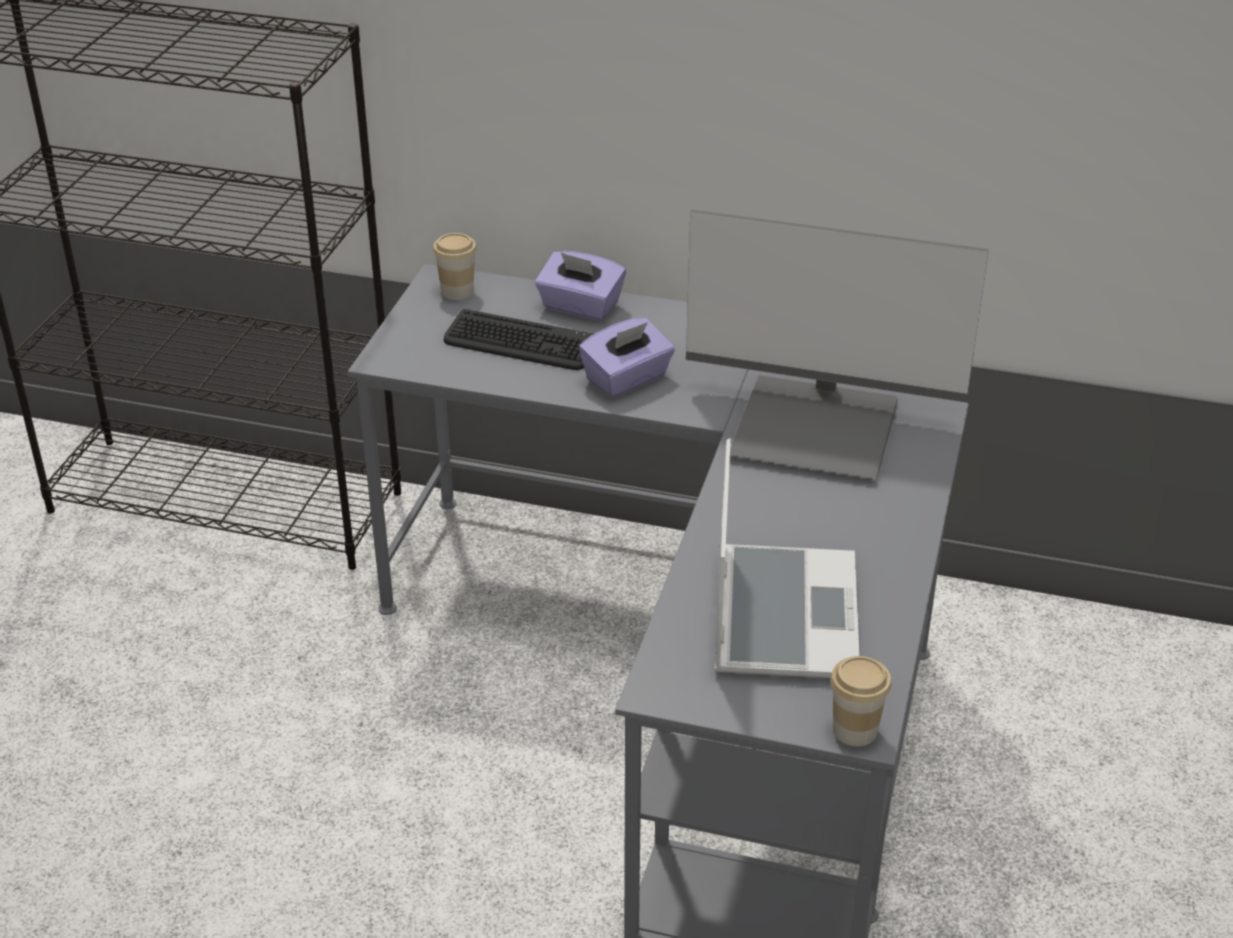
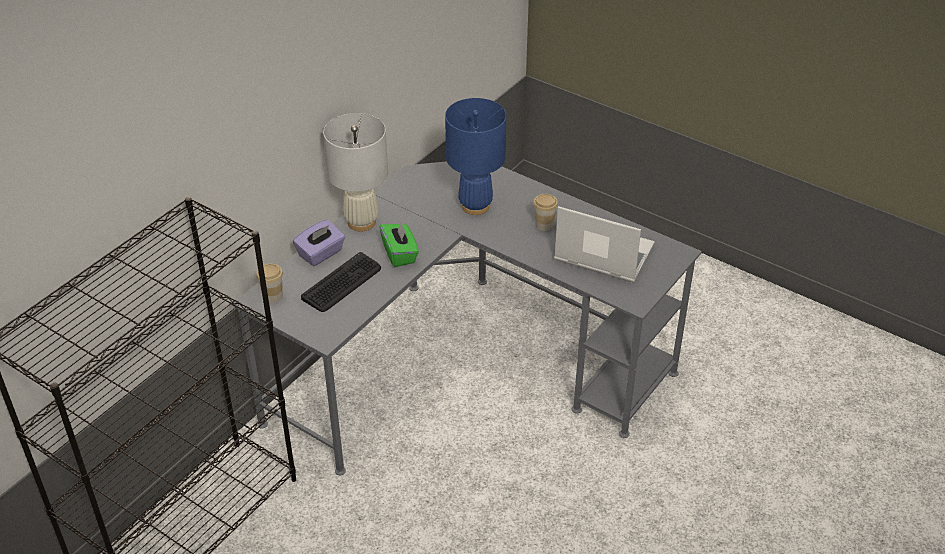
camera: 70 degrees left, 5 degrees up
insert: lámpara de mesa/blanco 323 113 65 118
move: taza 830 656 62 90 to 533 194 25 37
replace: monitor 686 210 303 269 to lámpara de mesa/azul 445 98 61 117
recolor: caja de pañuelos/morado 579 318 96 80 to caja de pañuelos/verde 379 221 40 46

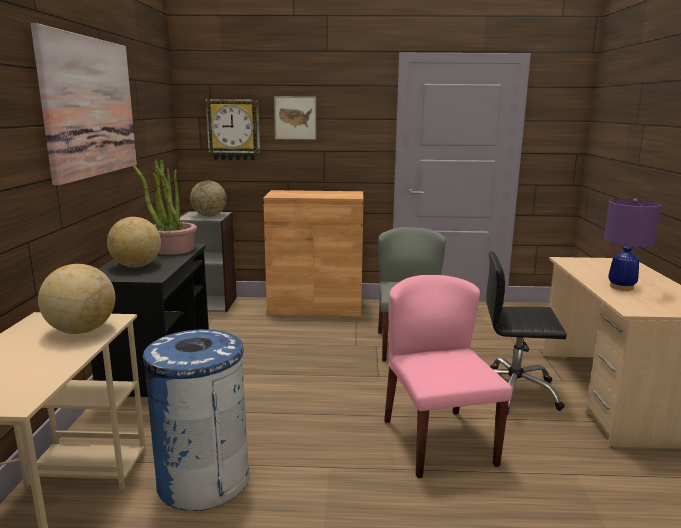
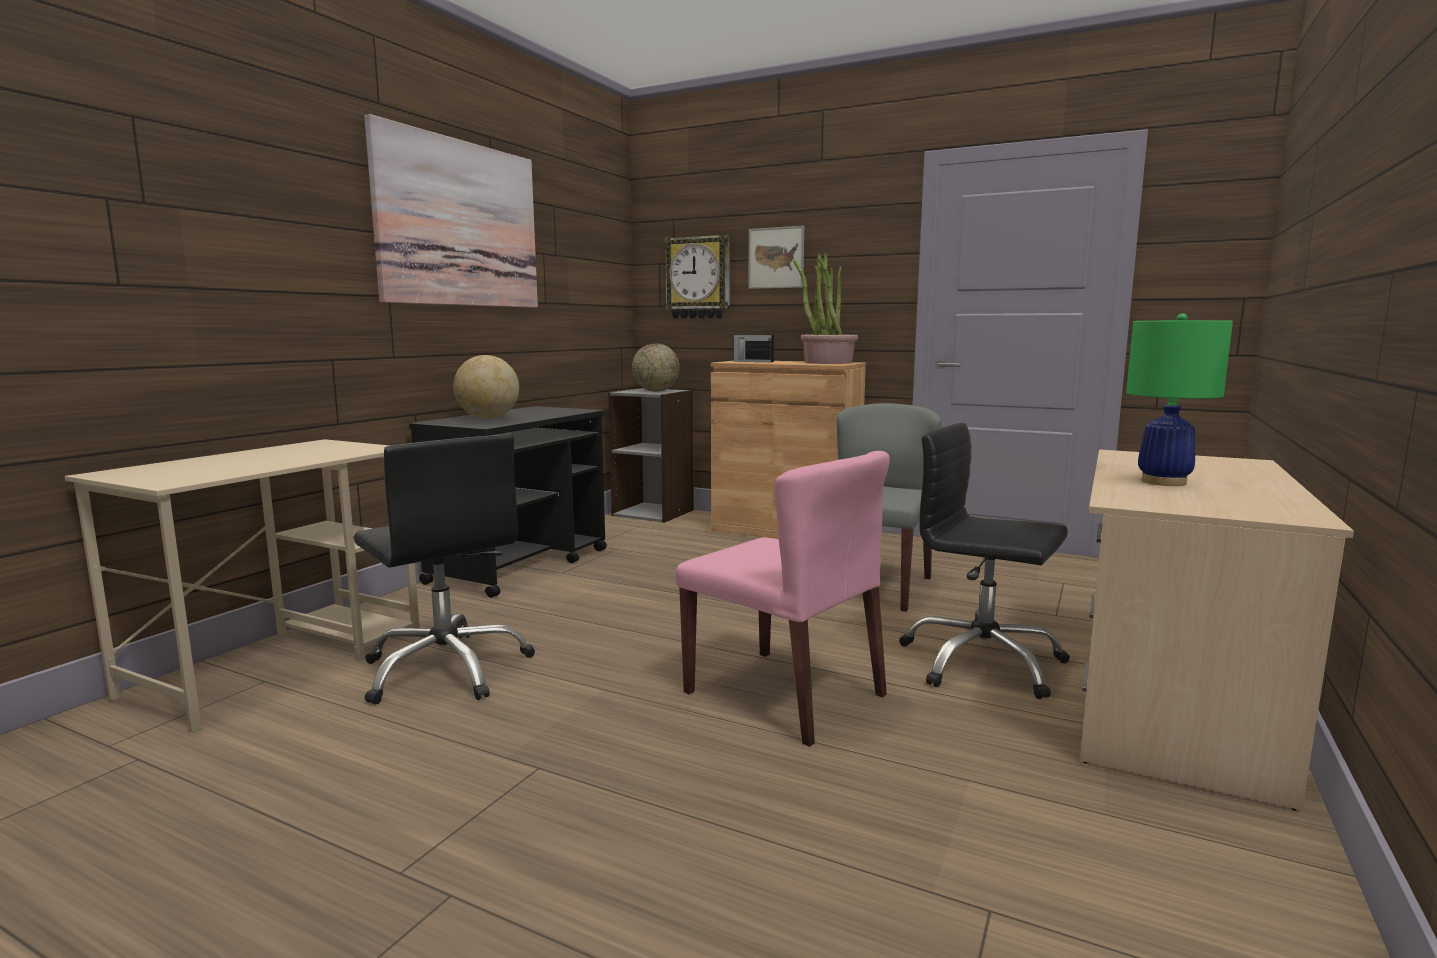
camera: 25 degrees right, 5 degrees down
delete: globo terráqueo 38 264 77 70
insert: radio 733 328 41 34
move: planta en maceta 132 159 65 96 to 793 253 65 111
replace: papelera/azul 143 329 107 182 to silla de oficina/negro 353 435 182 270
recolor: lámpara de mesa/morado 604 199 58 92 to lámpara de mesa/verde 1126 313 107 173
rotate: silla/rosa 384 275 128 203 = 676 451 214 296 120 degrees clockwise

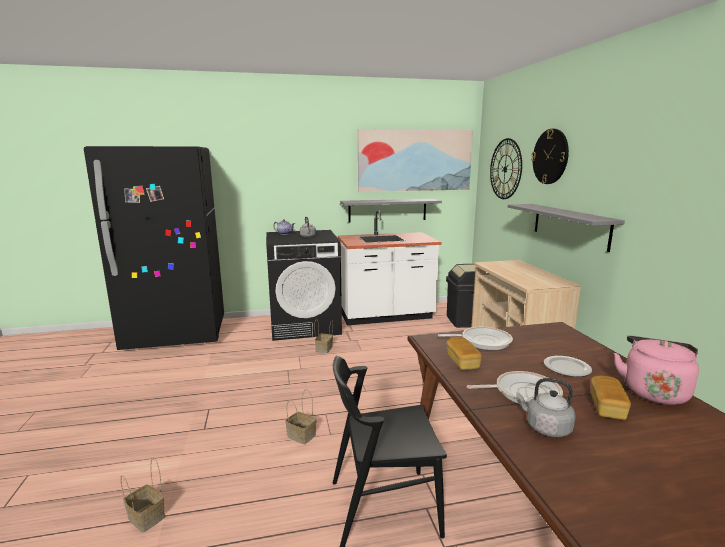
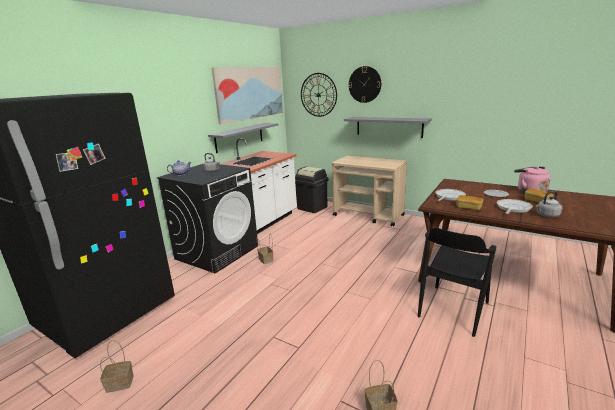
camera: 45 degrees left, 5 degrees up
move: cesta 286 389 30 55 to 100 340 34 53

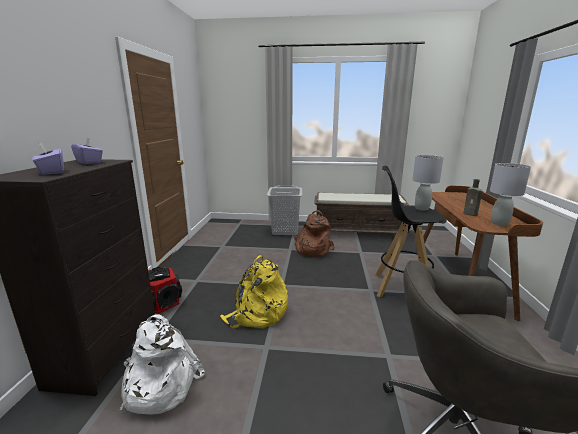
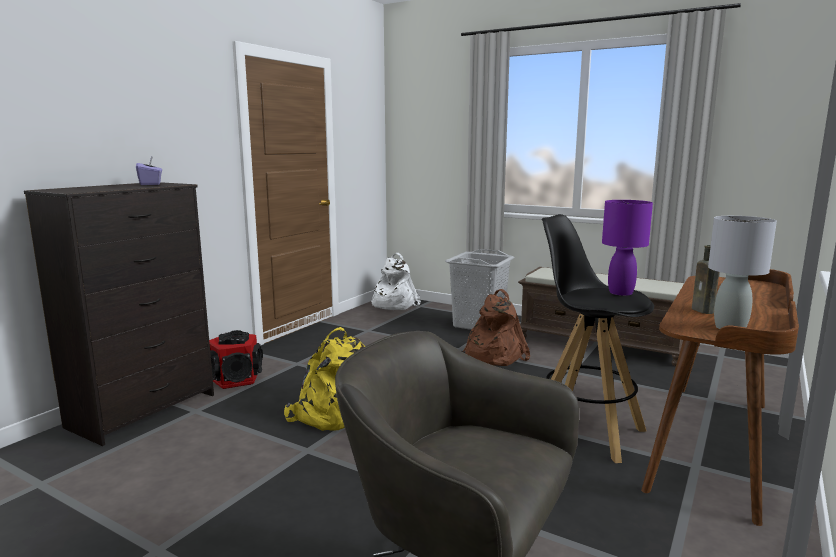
camera: 25 degrees right, 5 degrees down
delete: caja de pañuelos/morado 32 143 32 32
move: mochila/blanco 120 315 85 100 to 371 253 50 57
recolor: lámpara de mesa/gris 412 155 32 56 to lámpara de mesa/morado 602 200 51 96

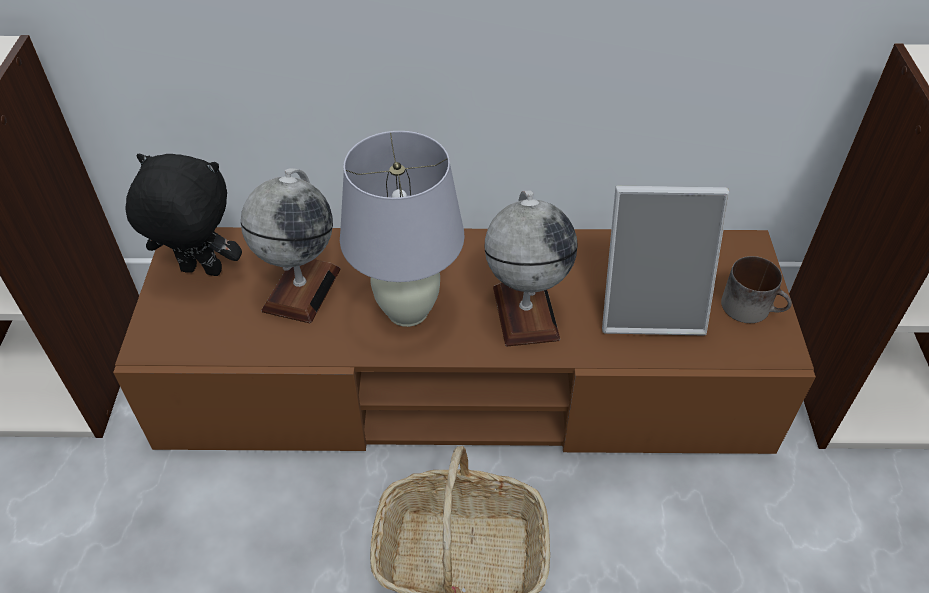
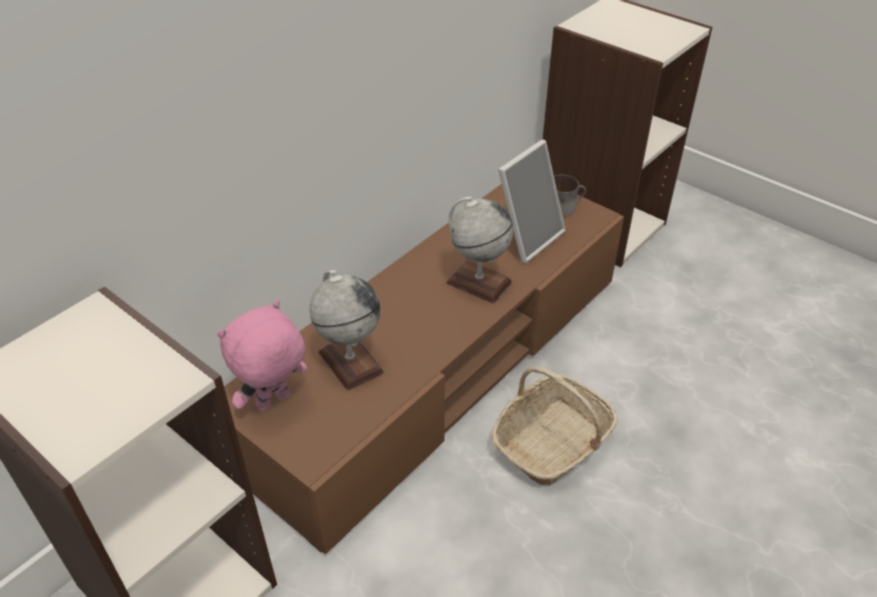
camera: 50 degrees left, 5 degrees down
delete: lámpara de mesa/blanco 340 131 125 196
recolor: peluche/negro 125 154 117 122 to peluche/rosa 217 300 90 112

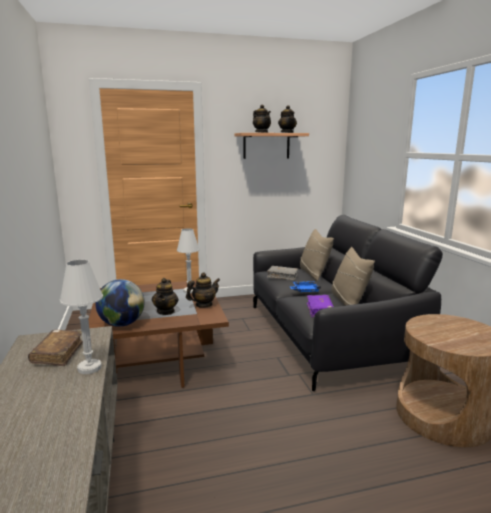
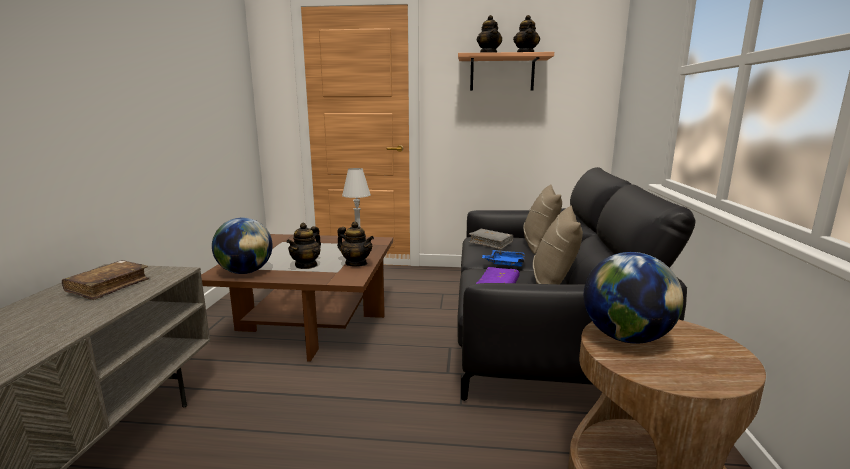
camera: 20 degrees right, 0 degrees up
delete: lámpara de mesa/blanco 60 260 43 114
insert: globo terráqueo 584 252 99 92
rotate: tetera 186 272 34 36 = 337 222 37 45 45 degrees clockwise

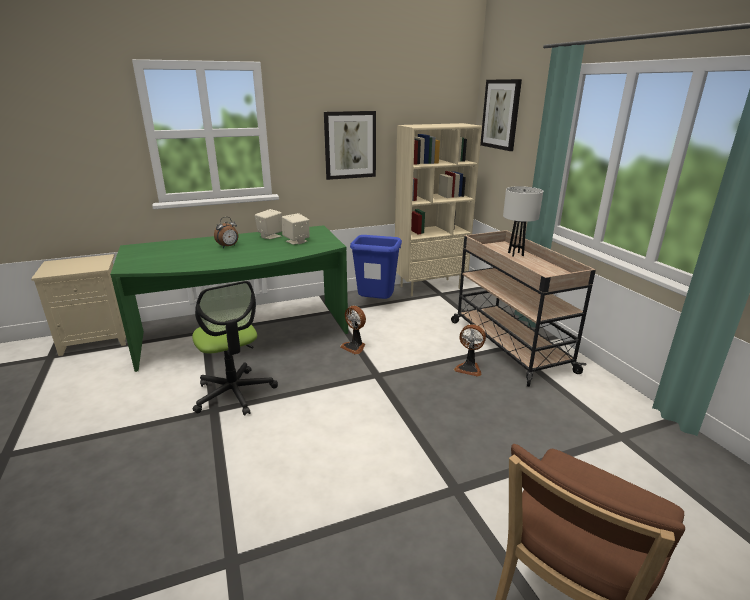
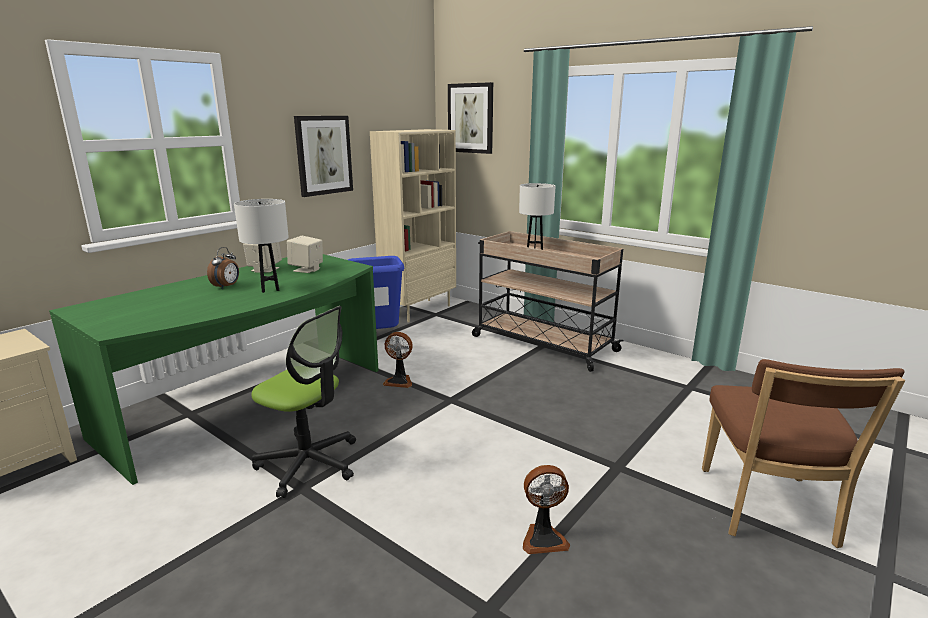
camera: 30 degrees left, 5 degrees down
insert: lámpara de mesa/blanco 234 199 55 94
move: ventilador 454 324 32 53 to 523 465 47 89

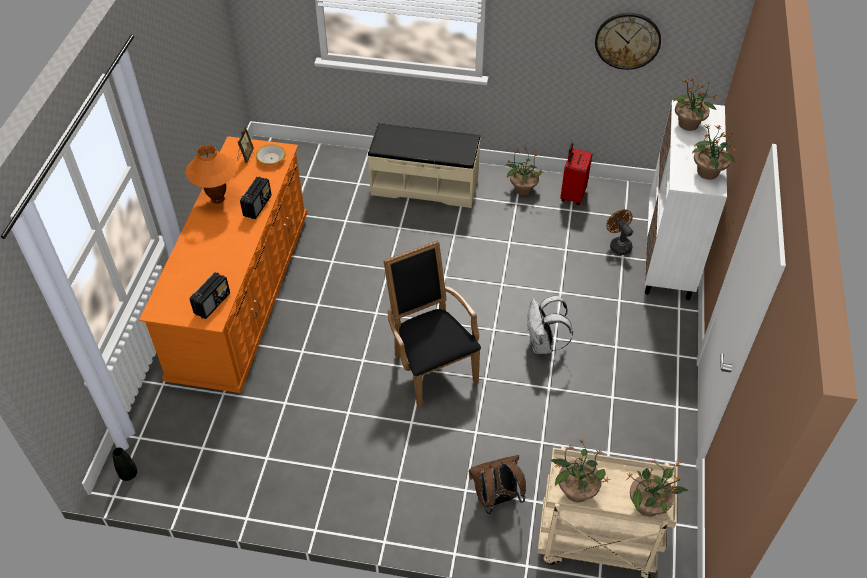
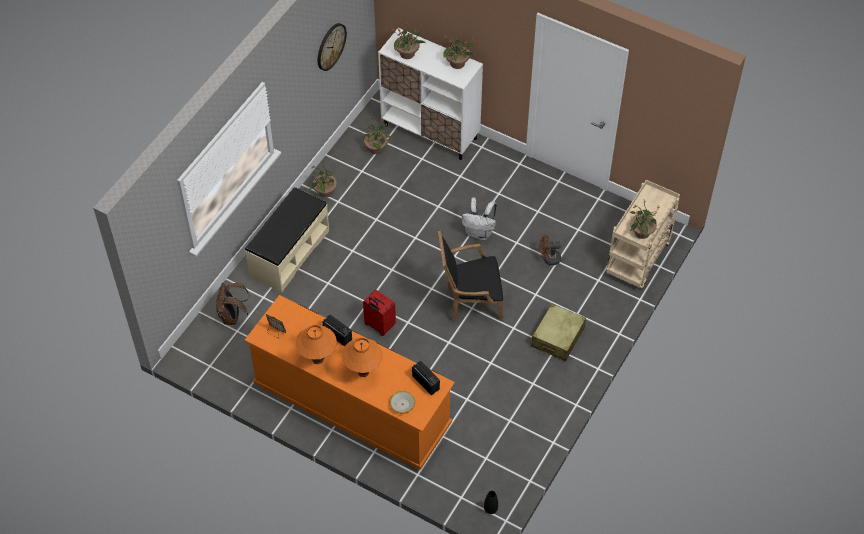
camera: 70 degrees left, 5 degrees up
insert: lámpara de mesa/naranja 341 338 42 39; maleta/beis 531 304 55 57
move: cuenco 256 144 30 21 to 390 391 25 22; mochila/marrón 469 455 57 59 to 216 283 34 42; maleta/rojo 560 143 33 62 to 363 290 33 46; ventilador/marrón 606 209 27 46 to 539 234 22 31; planta en maceta 626 460 62 57 to 364 117 27 37

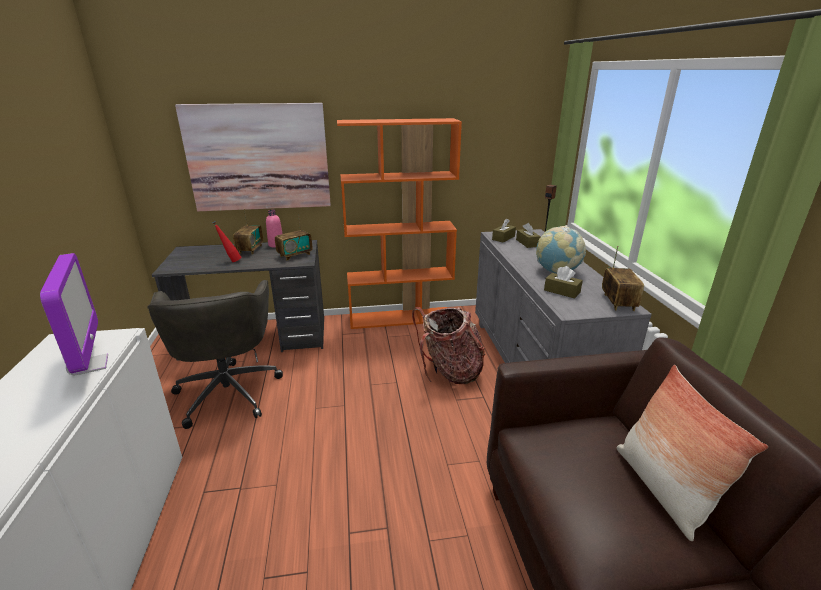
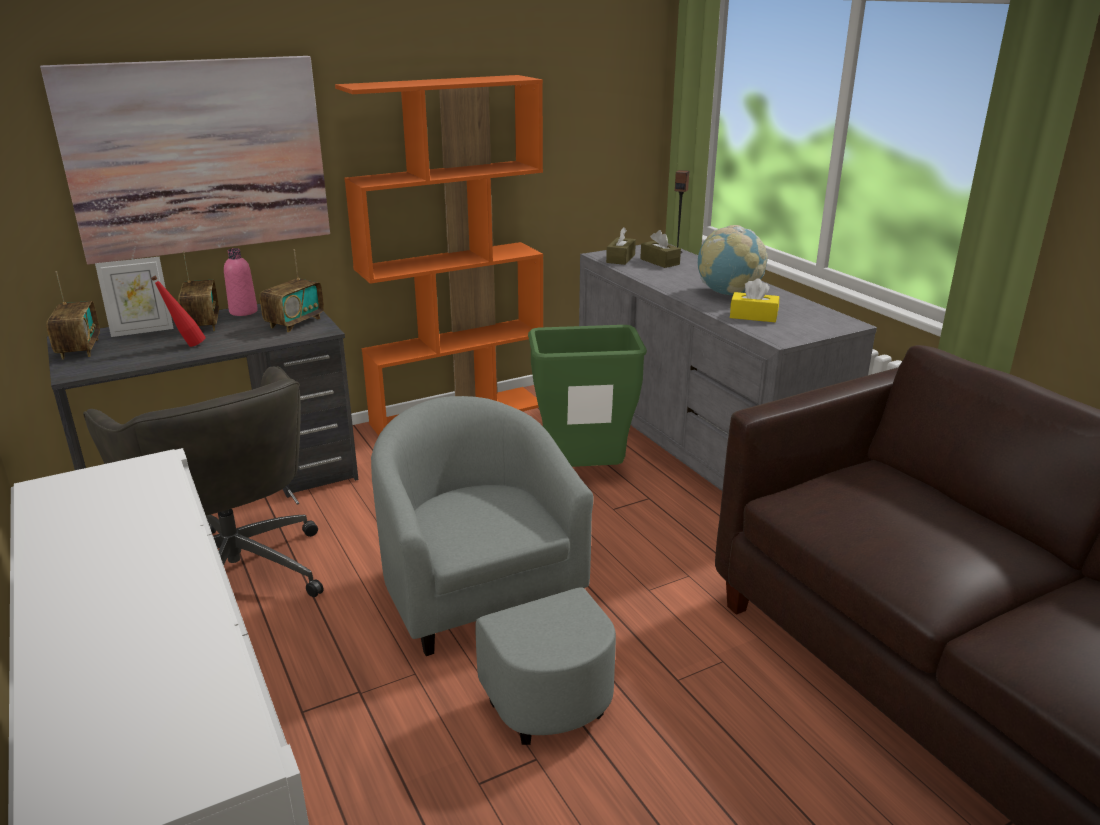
camera: 20 degrees left, 0 degrees up
delete: monitor 40 253 68 122; cojín 617 365 151 176
insert: portarretratos 95 257 79 80; sillón/gris 371 396 245 349
move: radio 602 246 42 65 to 46 271 54 89
replace: mochila 412 307 73 77 to papelera/verde 528 325 119 142
recolor: caja de pañuelos/marrón 544 266 39 33 to caja de pañuelos/amarillo 730 279 49 43

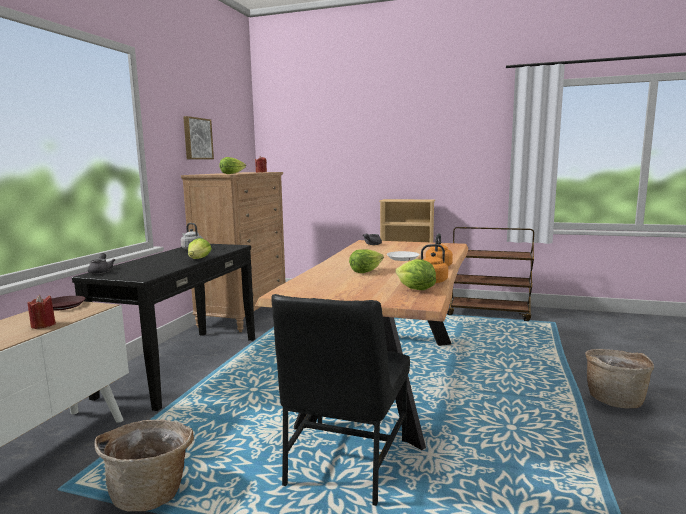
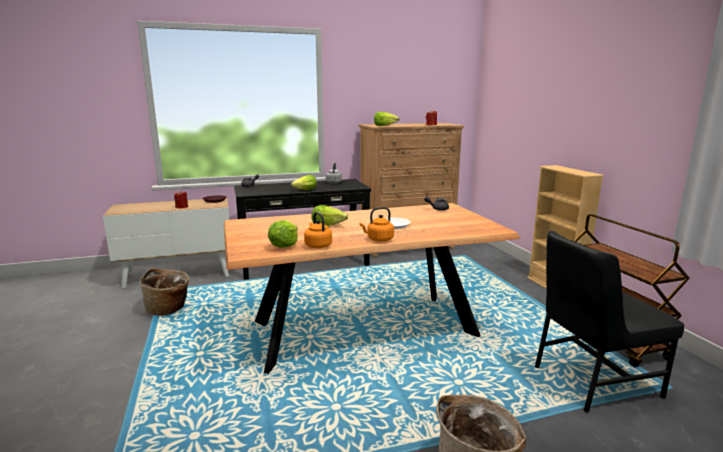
camera: 55 degrees right, 5 degrees up
delete: cuadro 183 116 31 43
move: silla/negro 271 294 139 212 to 535 231 149 182

